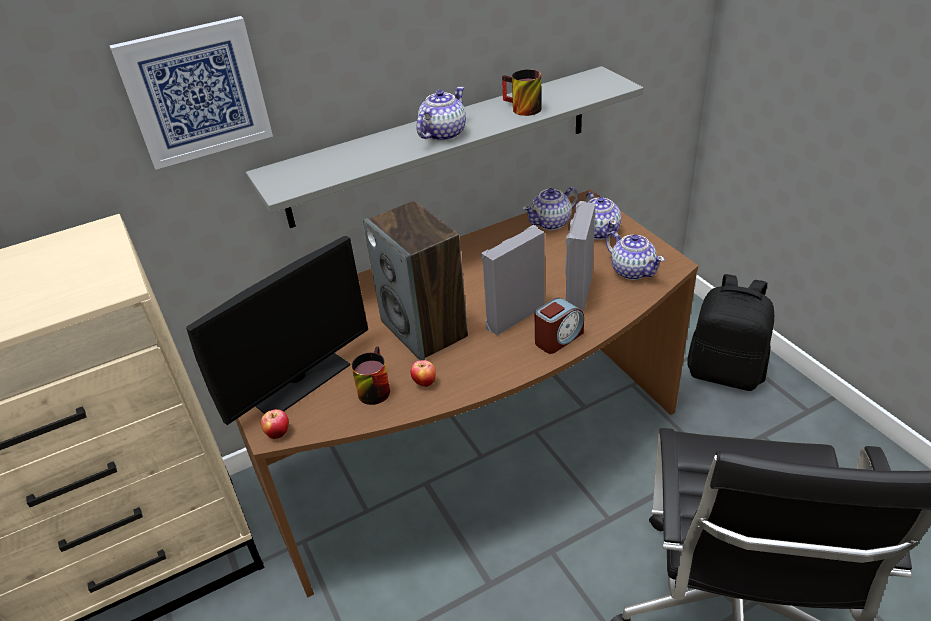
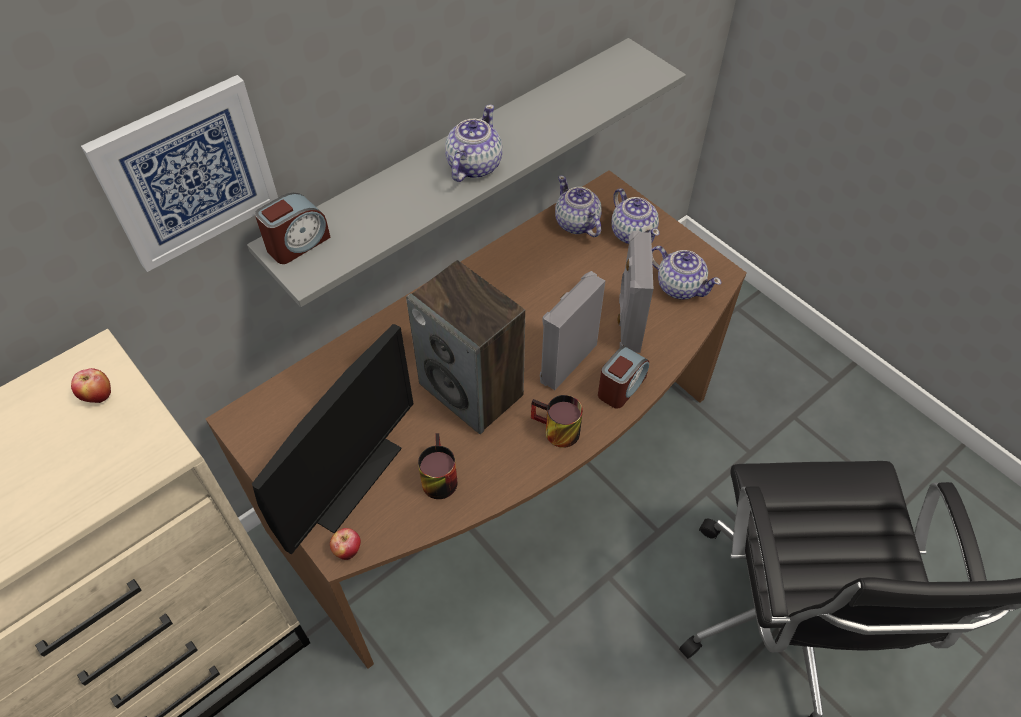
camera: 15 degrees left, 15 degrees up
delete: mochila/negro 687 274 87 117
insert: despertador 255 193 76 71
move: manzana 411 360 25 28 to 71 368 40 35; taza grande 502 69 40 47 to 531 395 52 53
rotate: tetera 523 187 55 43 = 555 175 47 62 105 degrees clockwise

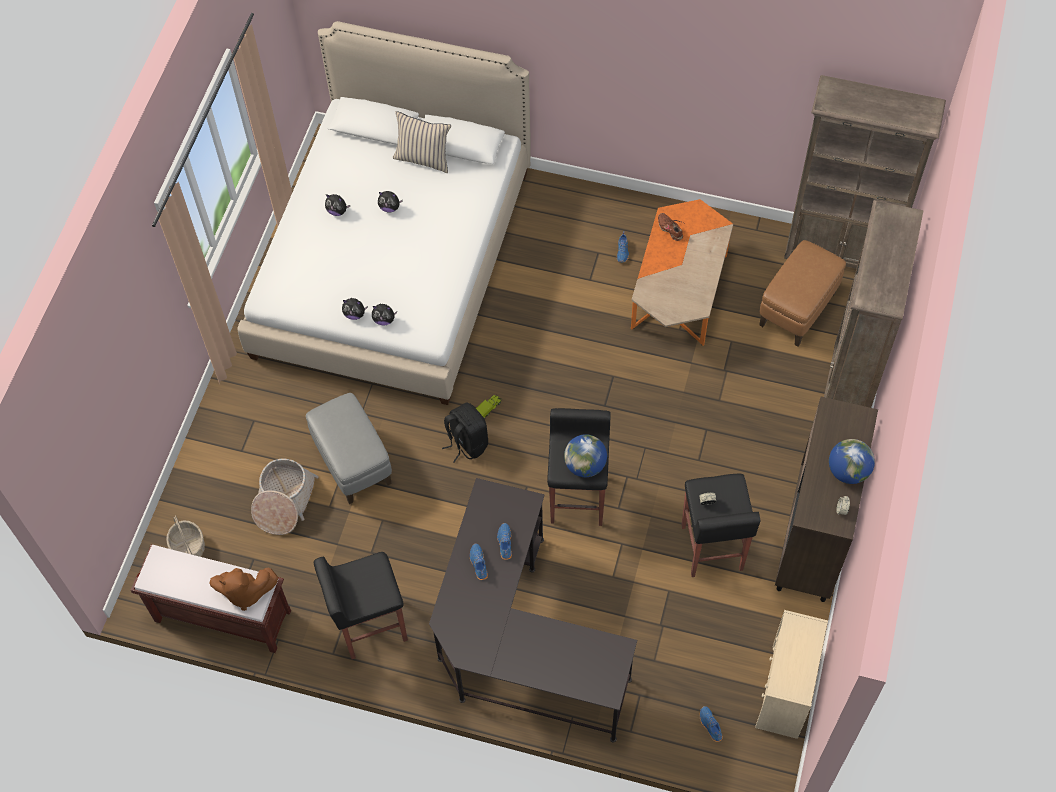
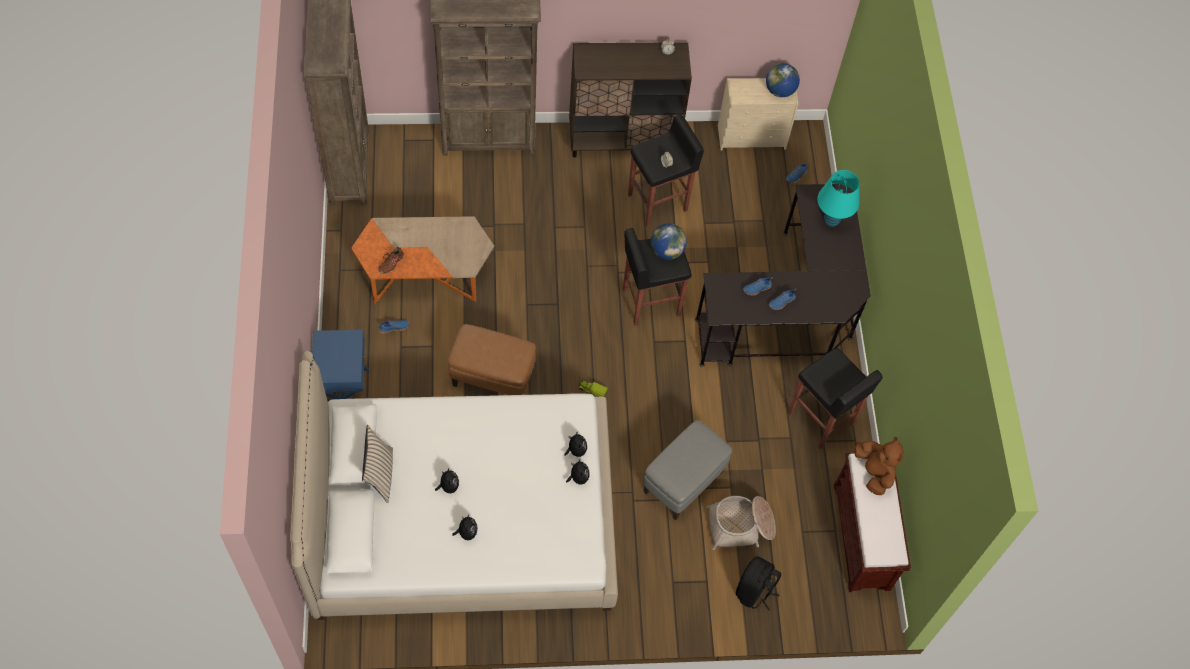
camera: 115 degrees left, 0 degrees up
delete: cesta 166 515 39 42
insert: mesita de noche/azul 312 330 57 69; lámpara de mesa/turquesa 817 170 42 57
move: mochila/negro 442 403 46 59 to 736 556 45 55; puf/marrón 759 240 87 106 to 448 324 88 71; globo terráqueo 829 439 46 45 to 766 63 34 34

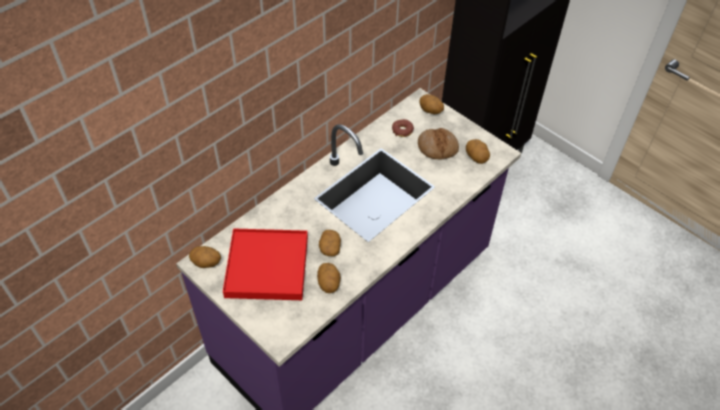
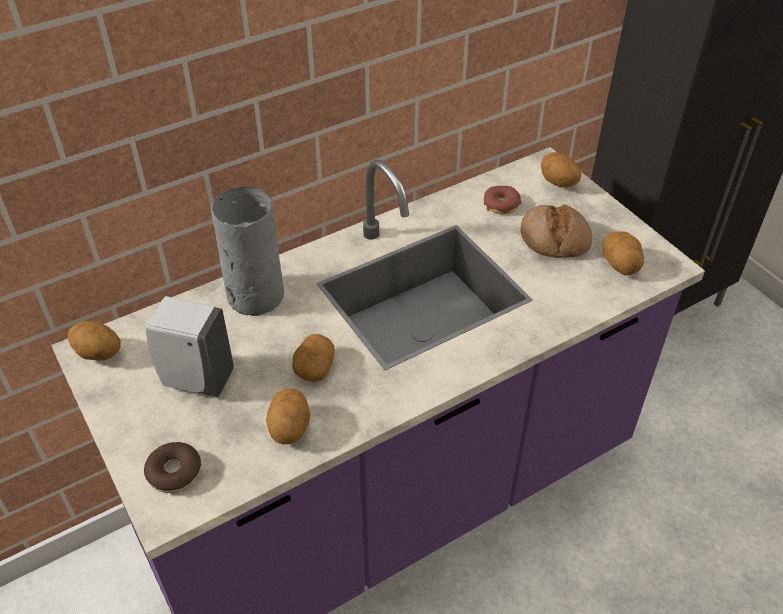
camera: 15 degrees right, 5 degrees down
insert: rosquilla 144 442 57 51; florero/gris 211 187 73 129
replace: bandeja/rojo 223 228 85 72 to dispensador de jabón/blanco 146 296 88 101

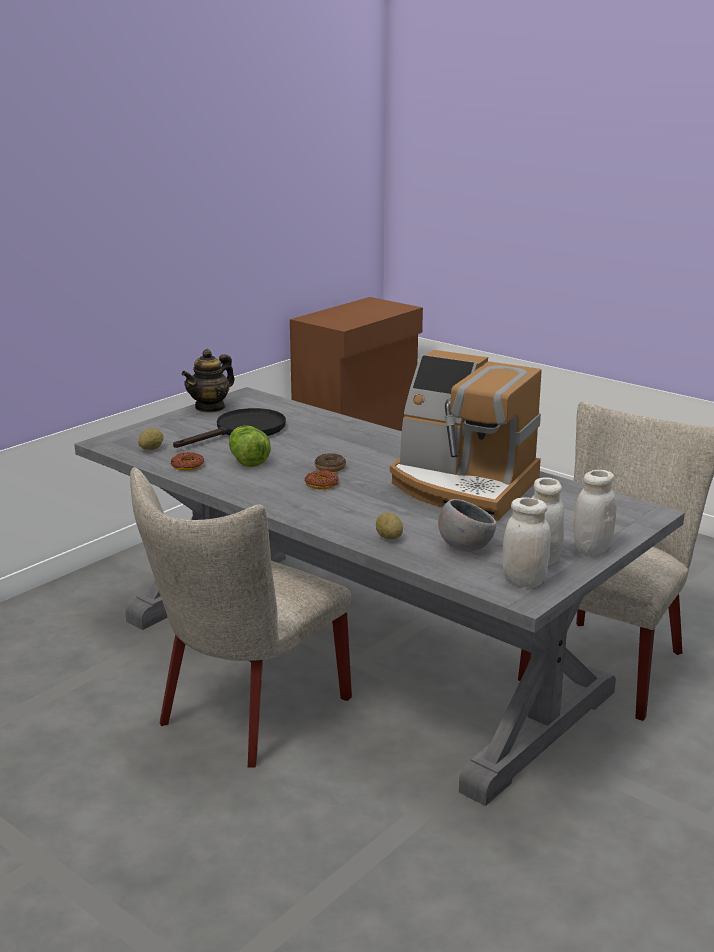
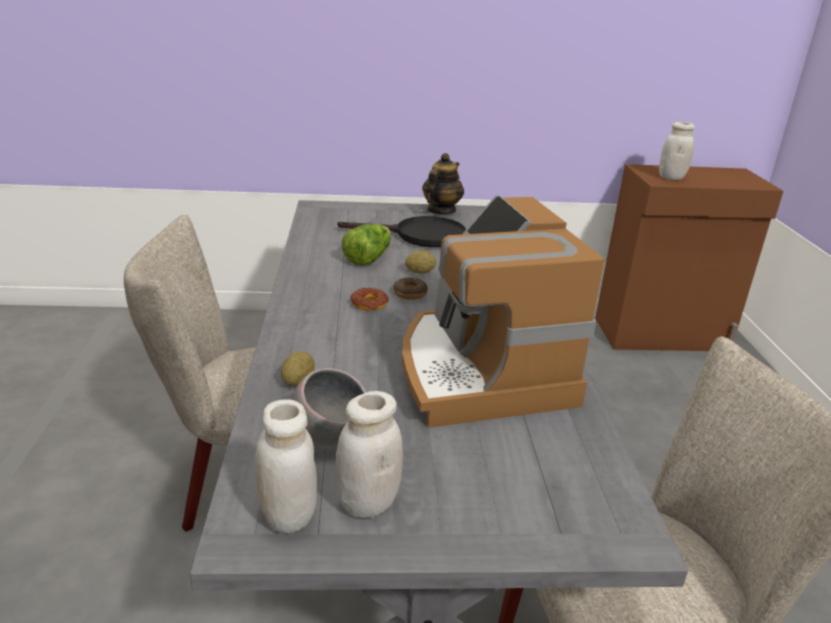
camera: 45 degrees right, 5 degrees up
delete: rosquilla 171 452 33 19
move: patata 138 428 26 22 to 405 251 32 23; tarro/blanco 573 470 43 85 to 659 122 36 58
rotate: tetera 182 349 53 64 = 422 153 42 61 120 degrees clockwise

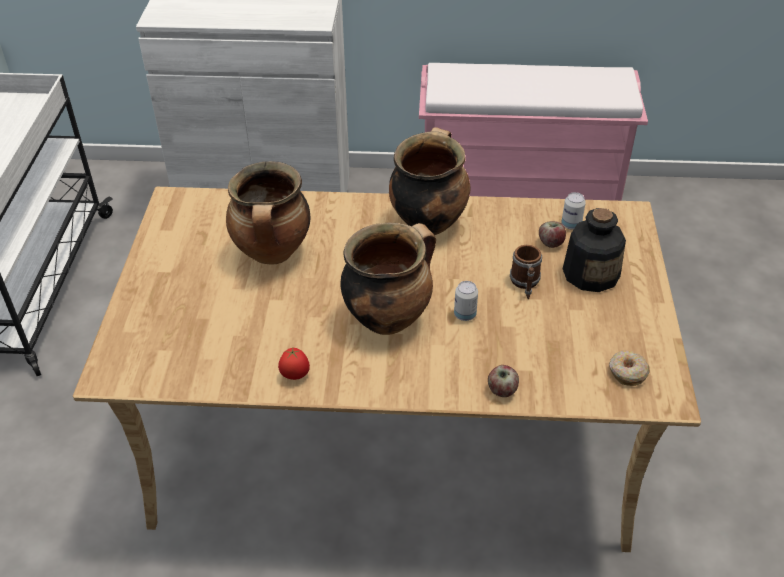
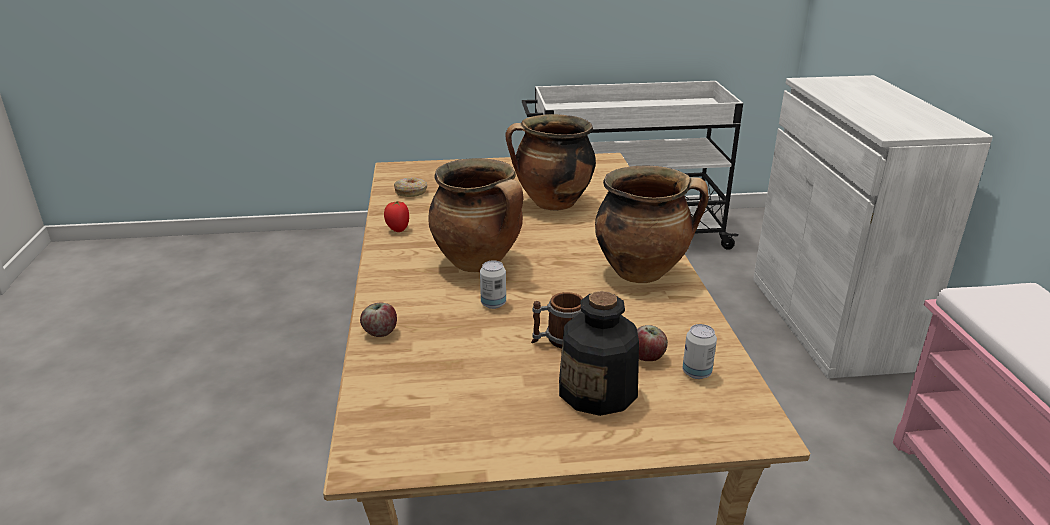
camera: 80 degrees right, 15 degrees down
move: rosquilla 609 351 41 35 to 394 177 33 20

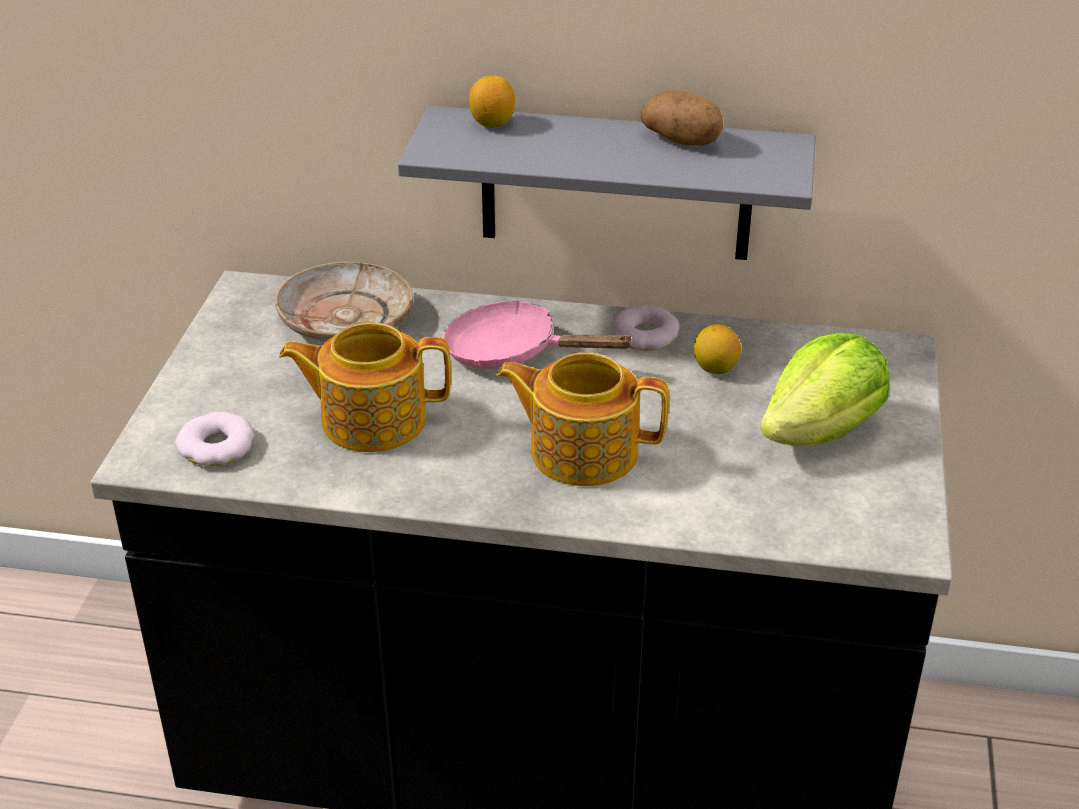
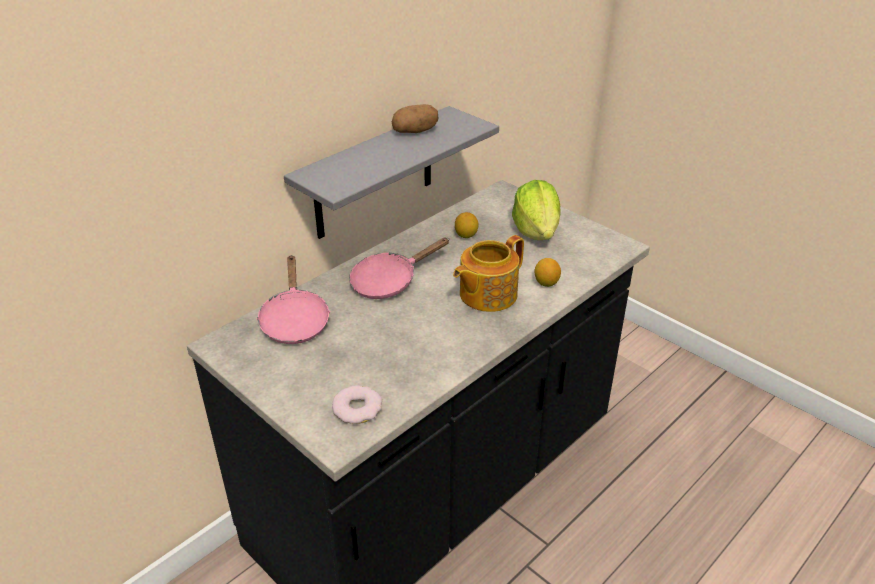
camera: 55 degrees left, 0 degrees up
delete: tetera 279 322 172 130; rosquilla 609 305 70 46
move: limón 469 75 46 53 to 534 258 27 29
replace: plato/beis 274 262 140 80 to sartén/rosa 256 255 74 89

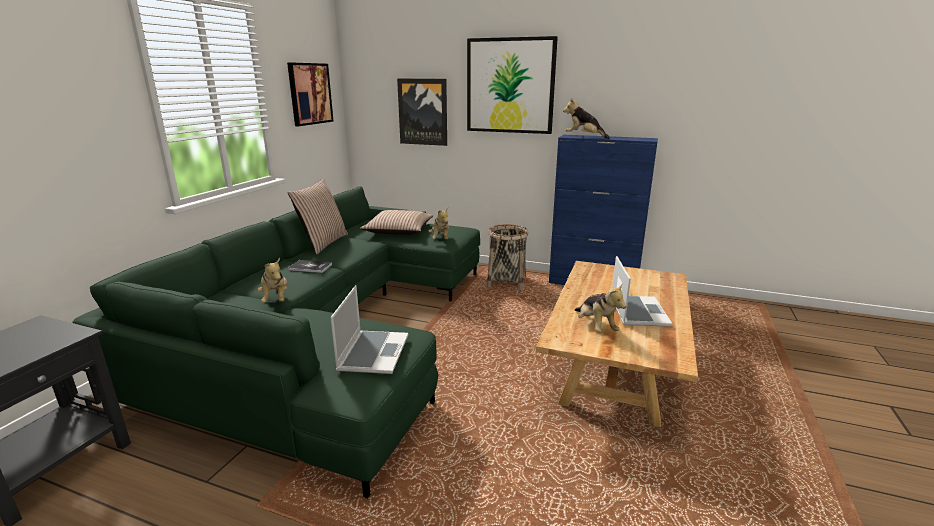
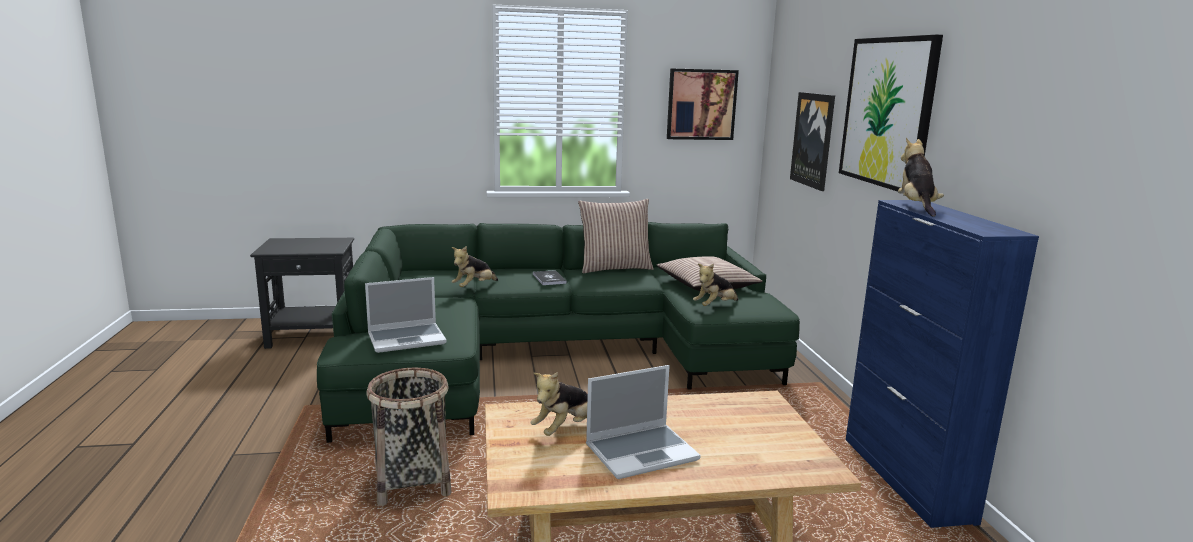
camera: 60 degrees right, 5 degrees down
move: cesta 487 224 41 66 to 366 368 85 138

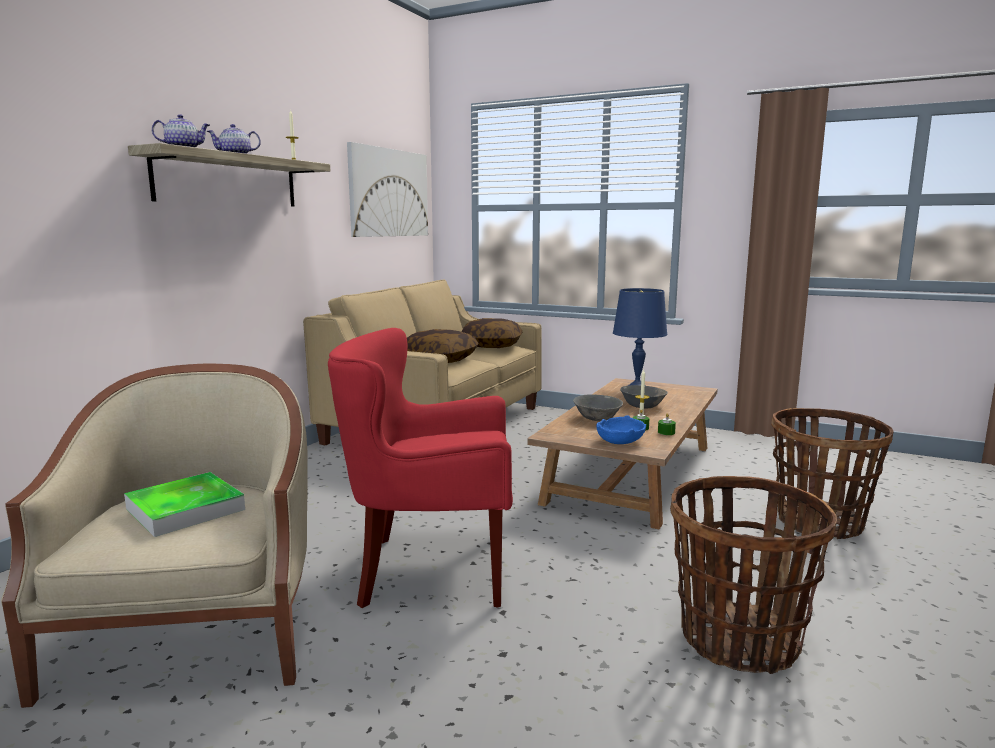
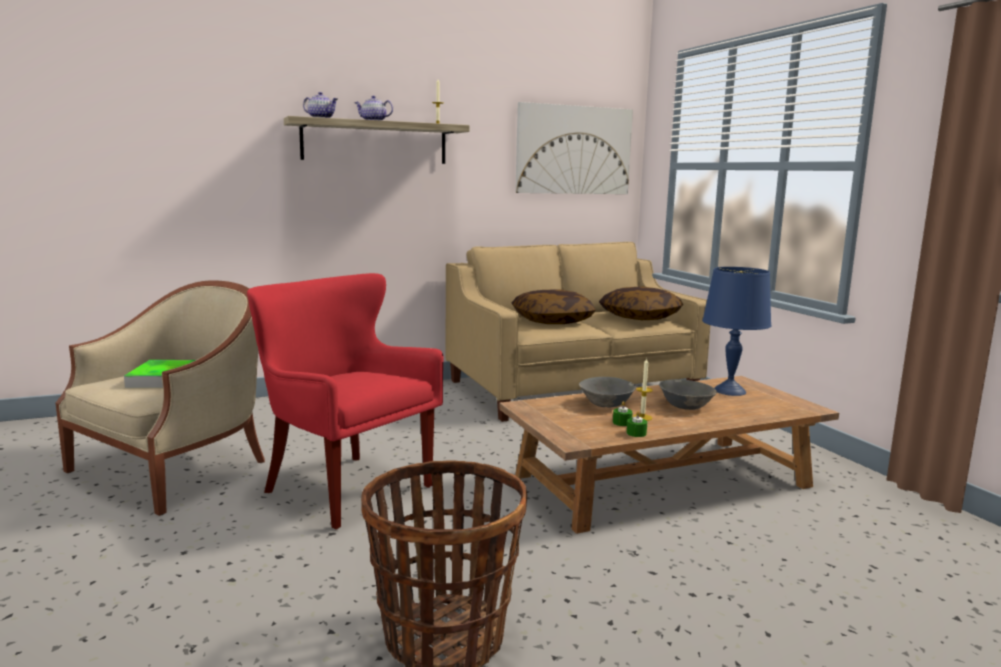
camera: 40 degrees right, 0 degrees up
delete: cuenco/azul 596 415 50 29; cesta 771 408 122 131

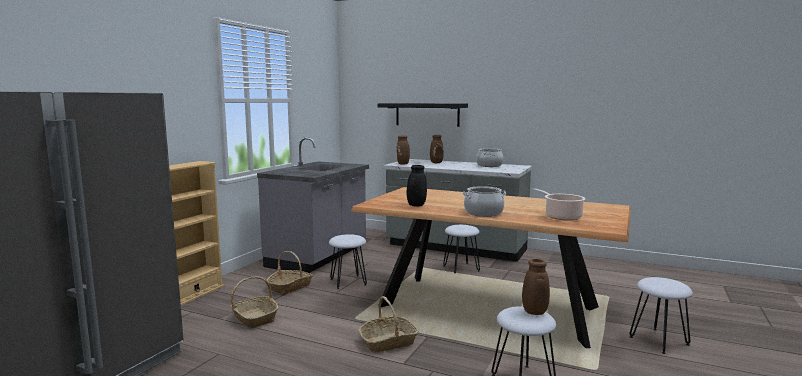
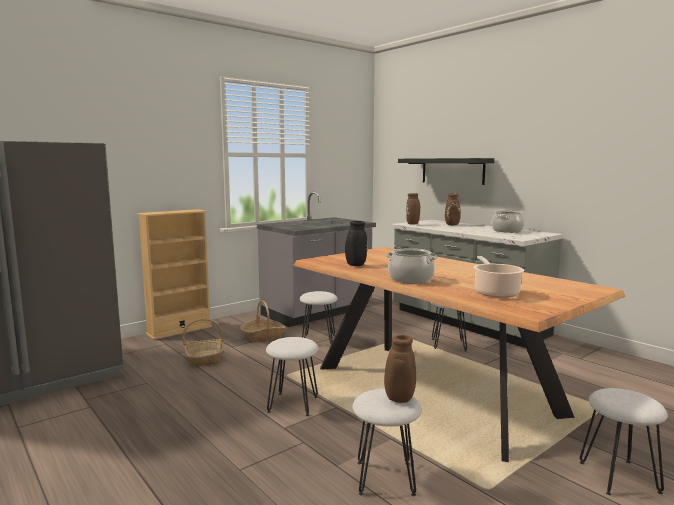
camera: 25 degrees right, 0 degrees up
replace: cesta 358 296 61 56 to taburete/blanco 266 337 53 79

